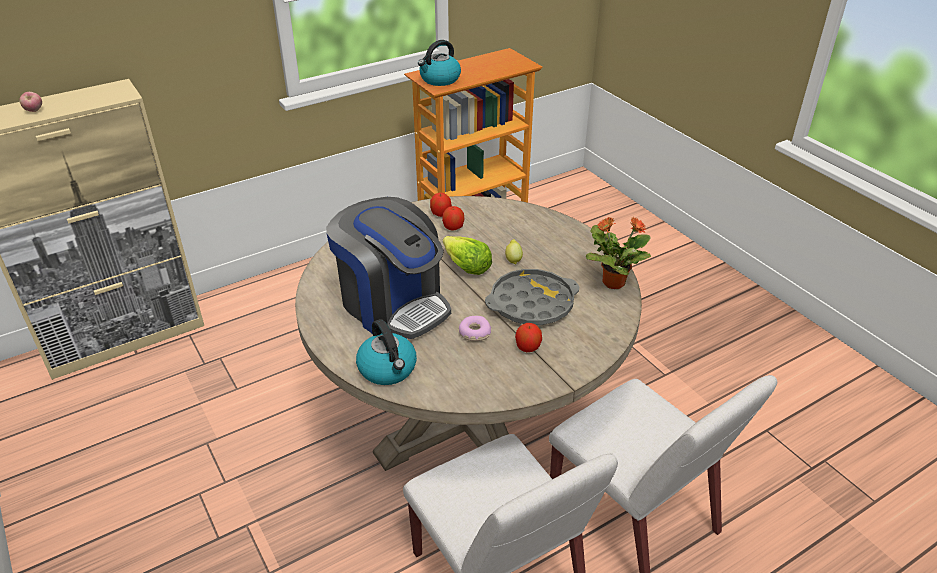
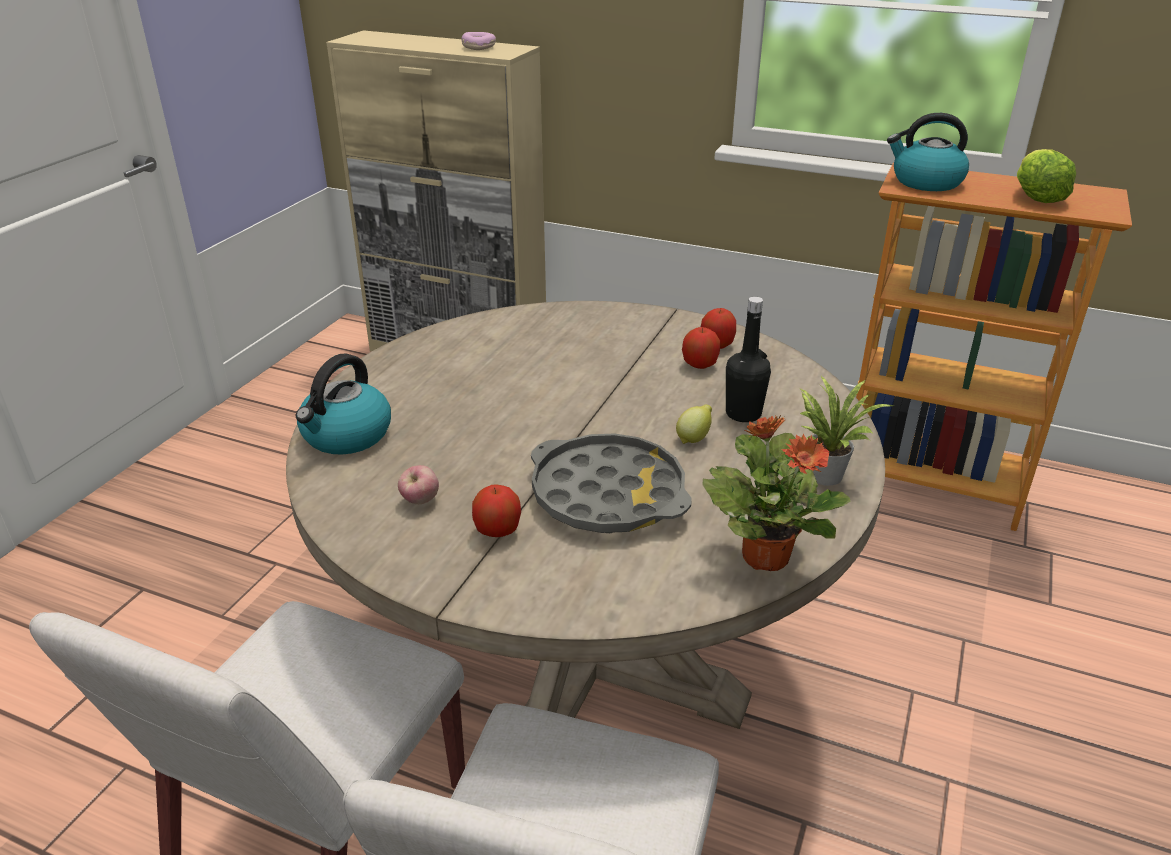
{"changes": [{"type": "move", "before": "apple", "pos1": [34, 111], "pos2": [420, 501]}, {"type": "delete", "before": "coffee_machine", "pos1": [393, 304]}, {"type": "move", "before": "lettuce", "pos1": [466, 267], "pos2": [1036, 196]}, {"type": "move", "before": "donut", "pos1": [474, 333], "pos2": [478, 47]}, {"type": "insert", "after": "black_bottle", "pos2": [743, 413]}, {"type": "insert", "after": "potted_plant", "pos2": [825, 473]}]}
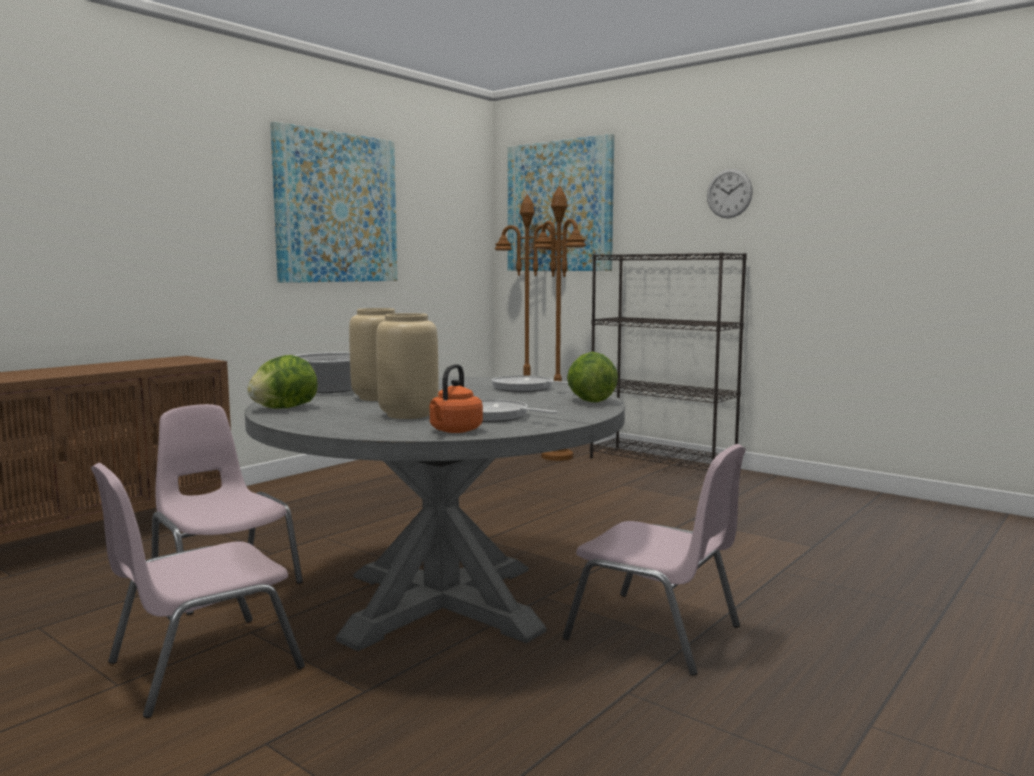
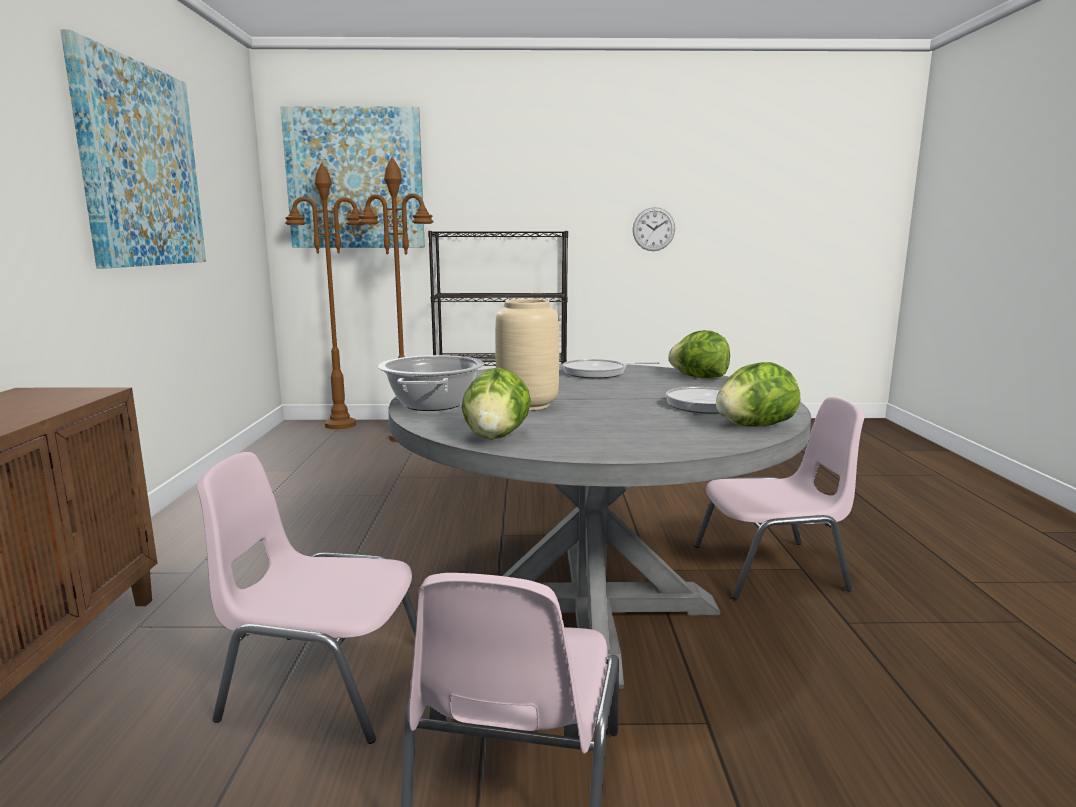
{"changes": [{"type": "delete", "before": "beige_vase", "pos1": [407, 415]}, {"type": "replace", "before": "orange_kettle", "after": "lettuce", "pos1": [454, 431], "pos2": [754, 426]}, {"type": "move", "before": "wall_clock", "pos1": [729, 193], "pos2": [653, 229]}]}
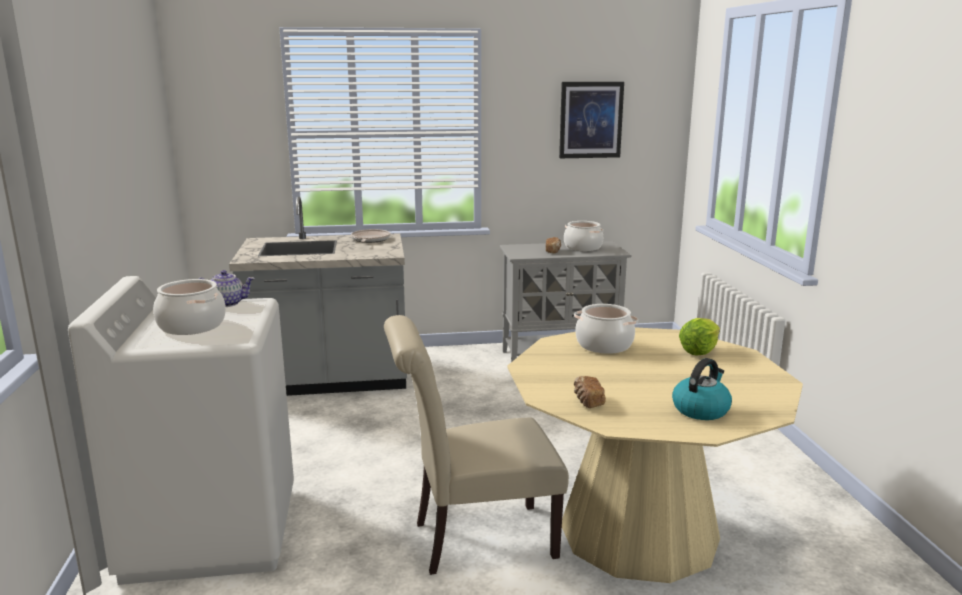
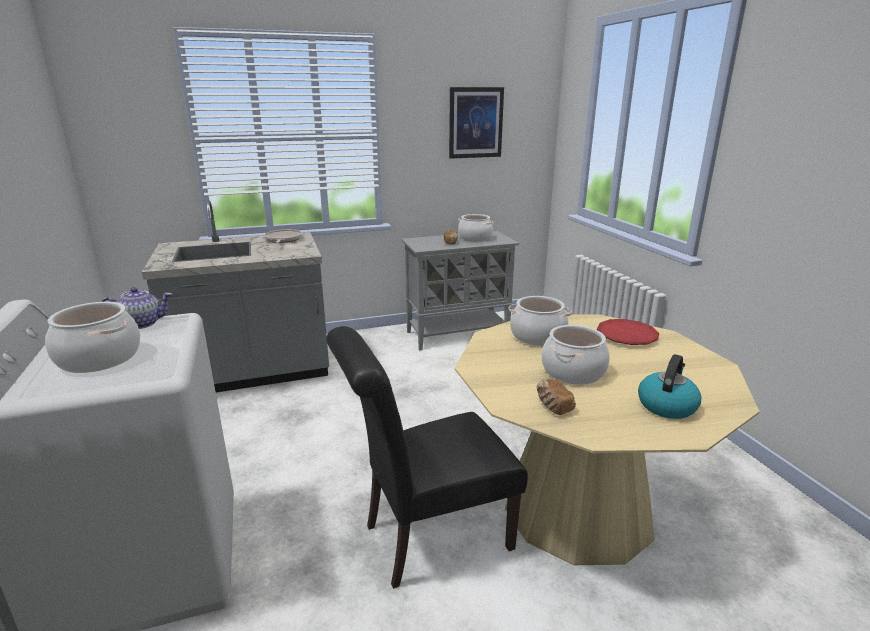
{"changes": [{"type": "recolor", "before": "beige_chair", "after": "black_chair", "pos1": [475, 540], "pos2": [428, 538]}, {"type": "replace", "before": "lettuce", "after": "red_plate", "pos1": [699, 351], "pos2": [626, 336]}, {"type": "insert", "after": "cooking_pot", "pos2": [573, 371]}]}
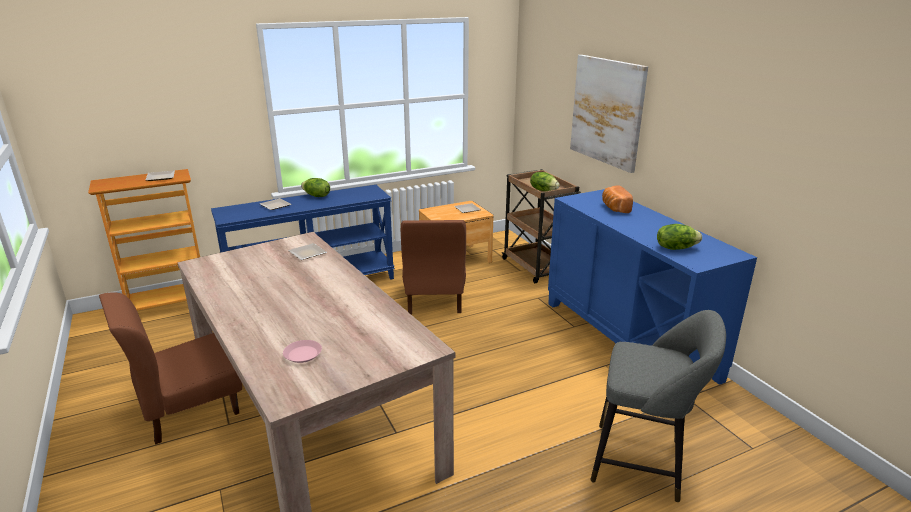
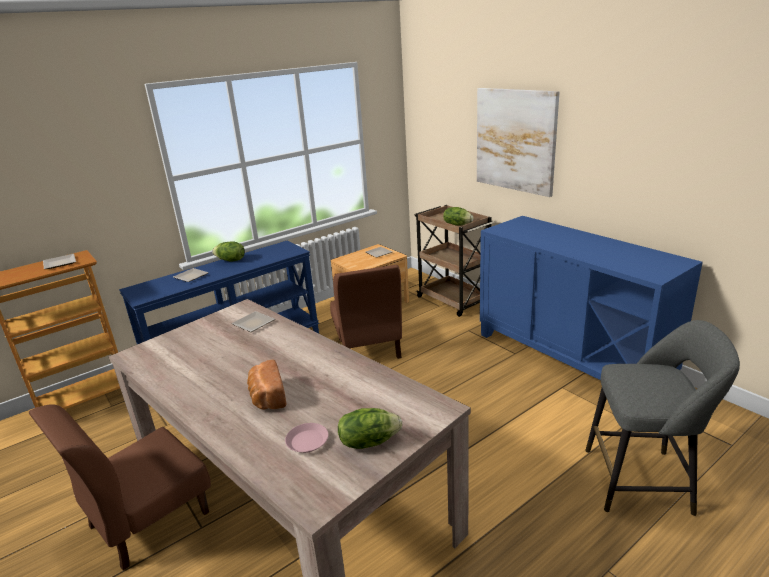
{"changes": [{"type": "move", "before": "bread", "pos1": [614, 208], "pos2": [267, 397]}, {"type": "move", "before": "lettuce", "pos1": [675, 248], "pos2": [368, 441]}]}
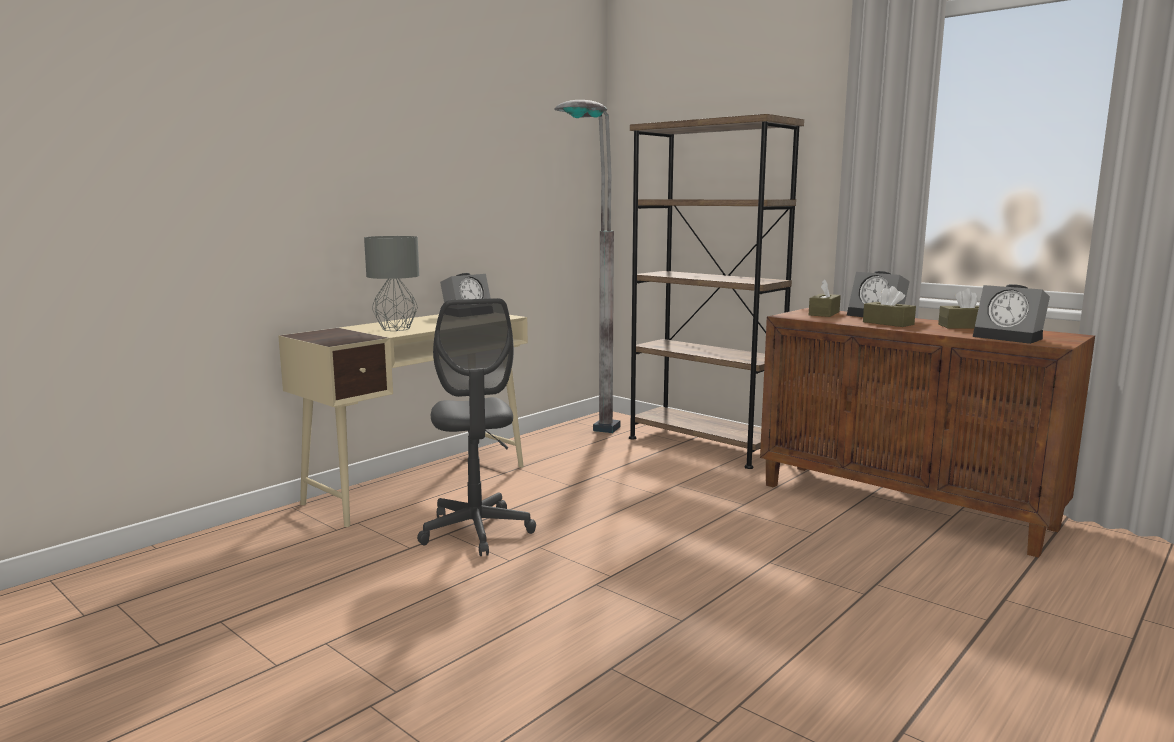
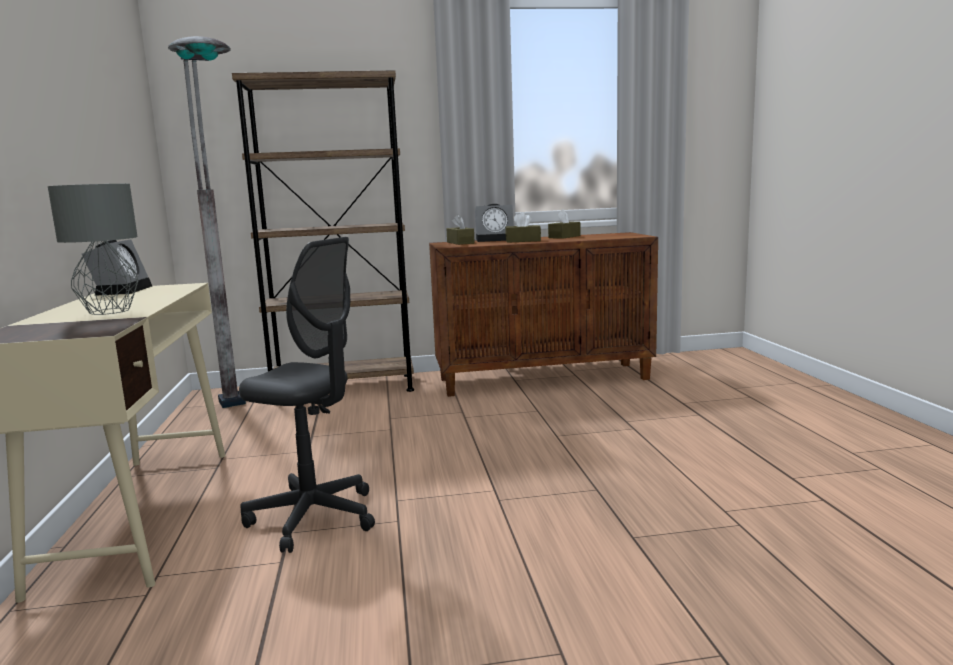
{"changes": [{"type": "delete", "before": "alarm_clock", "pos1": [1010, 337]}]}
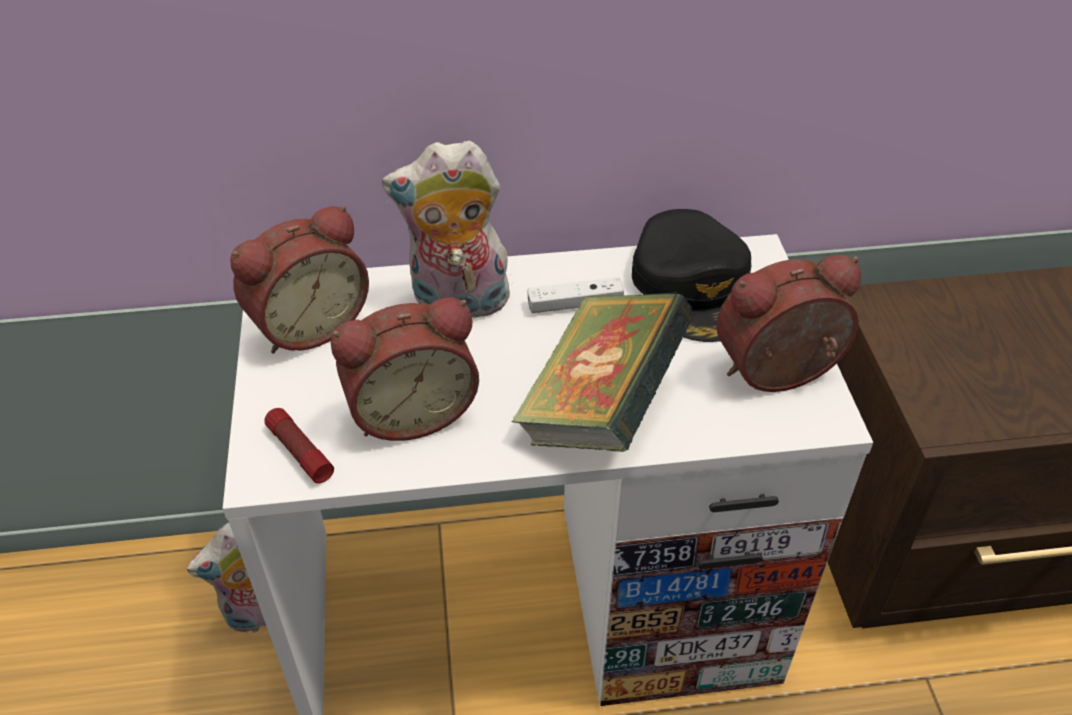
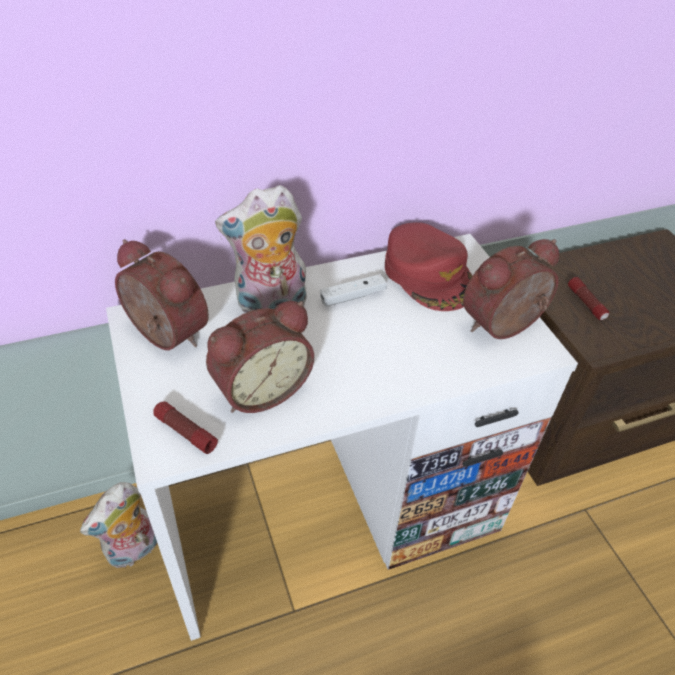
{"changes": [{"type": "rotate", "before": "alarm_clock", "pos1": [307, 324], "pos2": [163, 336], "turn": -90}, {"type": "delete", "before": "book", "pos1": [601, 408]}, {"type": "recolor", "before": "black_cap", "after": "red_cap", "pos1": [694, 286], "pos2": [429, 274]}, {"type": "insert", "after": "flashlight", "pos2": [586, 303]}]}
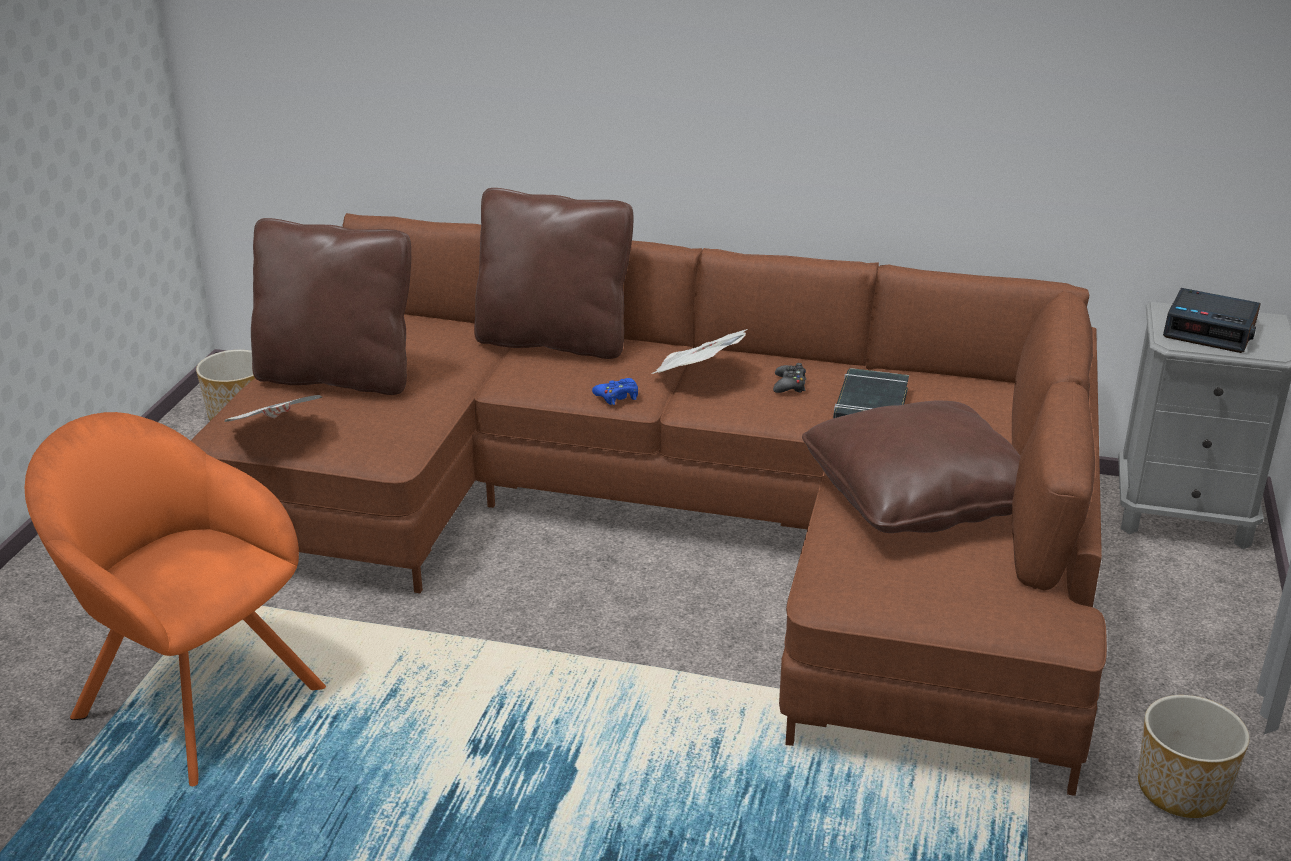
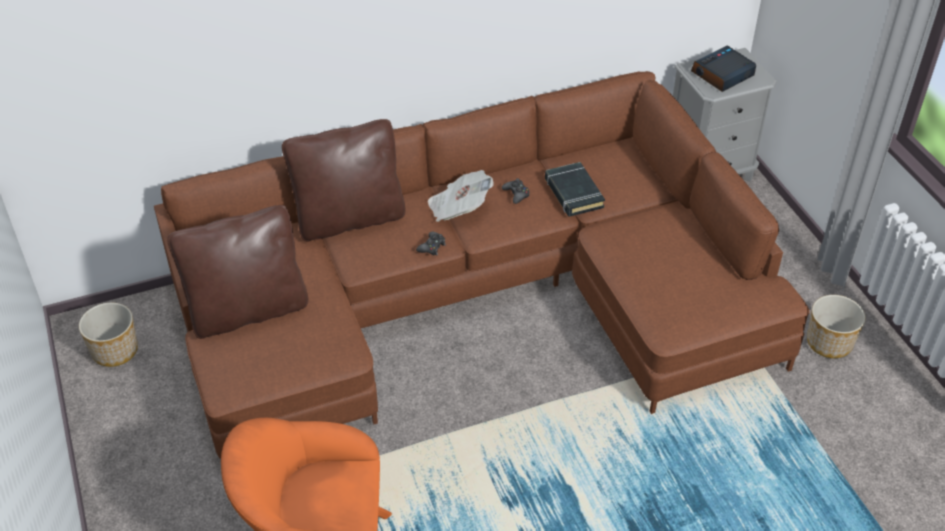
{"changes": [{"type": "delete", "before": "newspaper", "pos1": [276, 433]}, {"type": "recolor", "before": "blue_game_controller", "after": "black_game_controller", "pos1": [617, 396], "pos2": [432, 247]}, {"type": "delete", "before": "brown_pillow", "pos1": [918, 498]}, {"type": "rotate", "before": "alarm_clock", "pos1": [1210, 330], "pos2": [722, 75], "turn": 150}]}
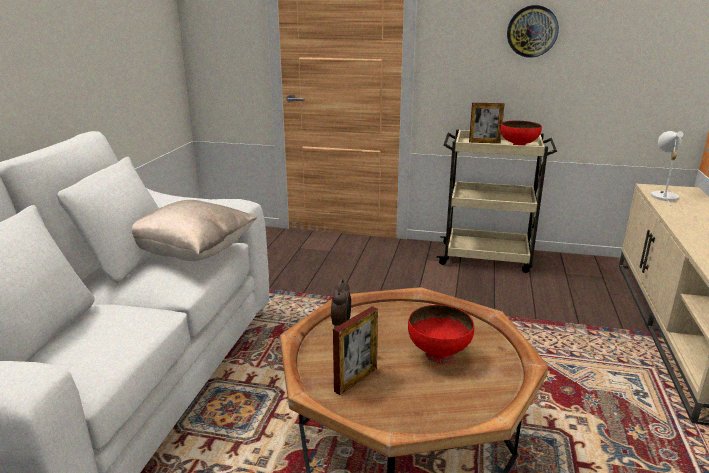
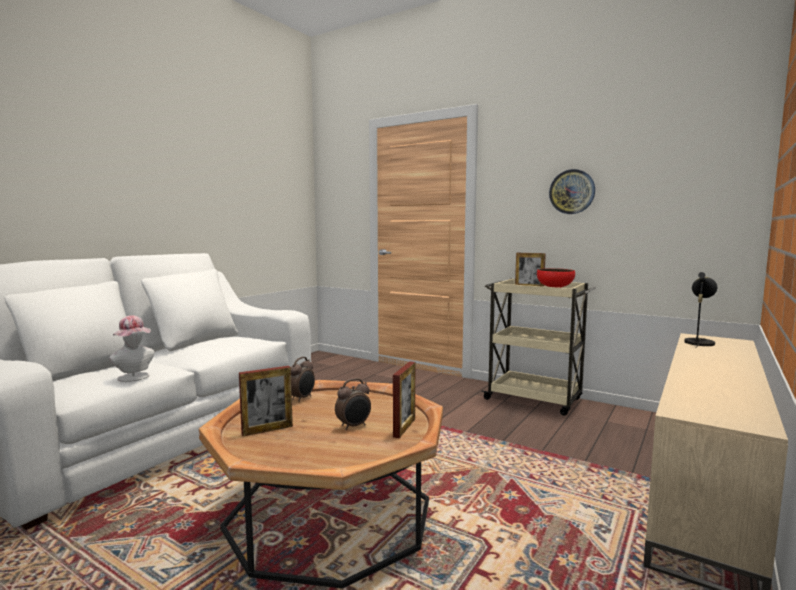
{"changes": [{"type": "delete", "before": "beige_pillow", "pos1": [192, 253]}, {"type": "replace", "before": "red_bowl", "after": "alarm_clock", "pos1": [438, 354], "pos2": [354, 426]}, {"type": "recolor", "before": "white_table_lamp", "after": "black_table_lamp", "pos1": [662, 195], "pos2": [698, 342]}, {"type": "insert", "after": "hat", "pos2": [135, 378]}, {"type": "insert", "after": "picture_frame", "pos2": [404, 427]}]}
